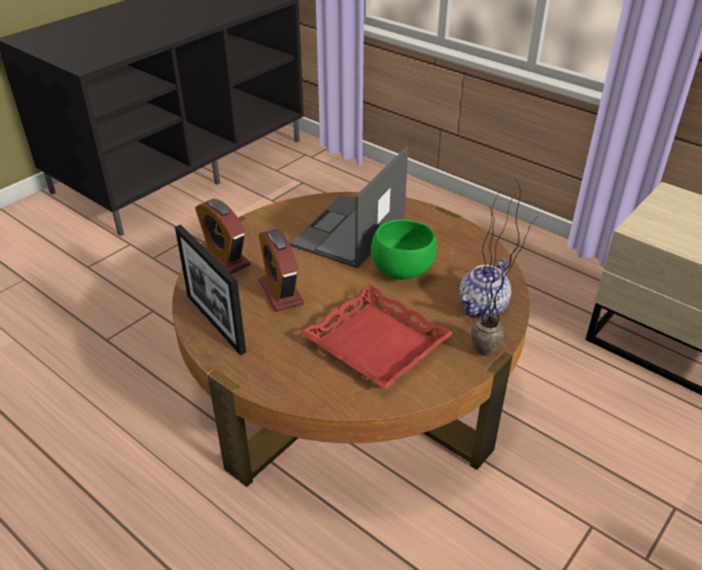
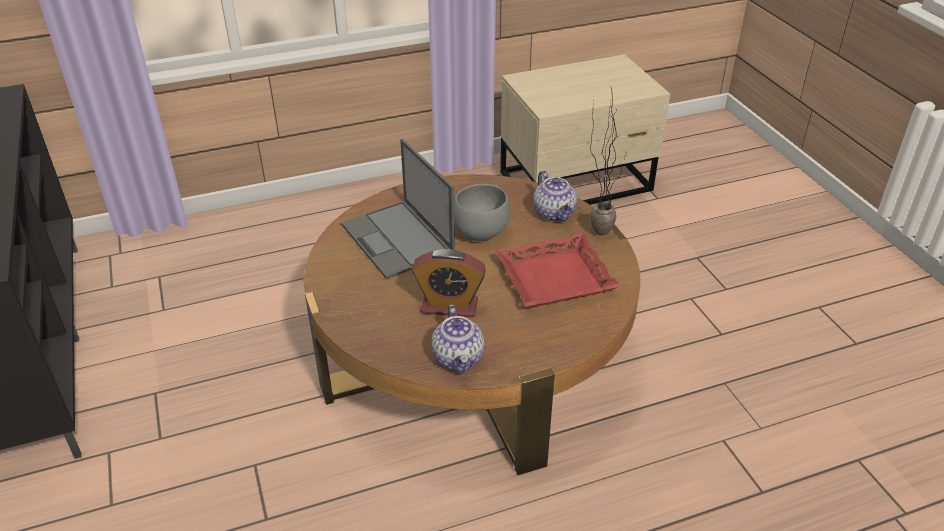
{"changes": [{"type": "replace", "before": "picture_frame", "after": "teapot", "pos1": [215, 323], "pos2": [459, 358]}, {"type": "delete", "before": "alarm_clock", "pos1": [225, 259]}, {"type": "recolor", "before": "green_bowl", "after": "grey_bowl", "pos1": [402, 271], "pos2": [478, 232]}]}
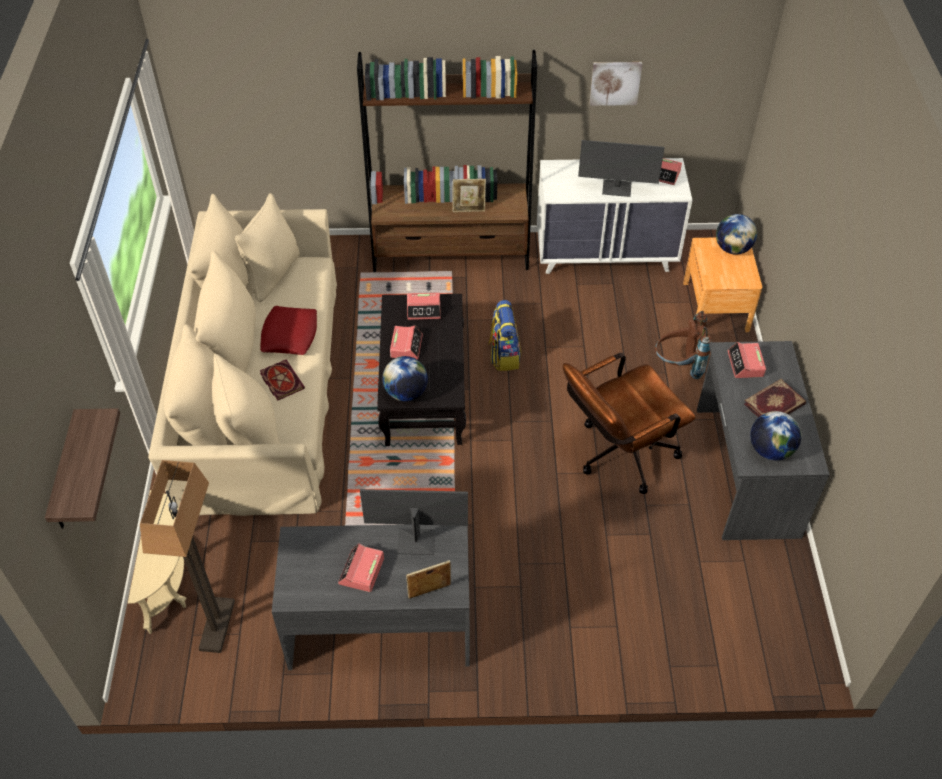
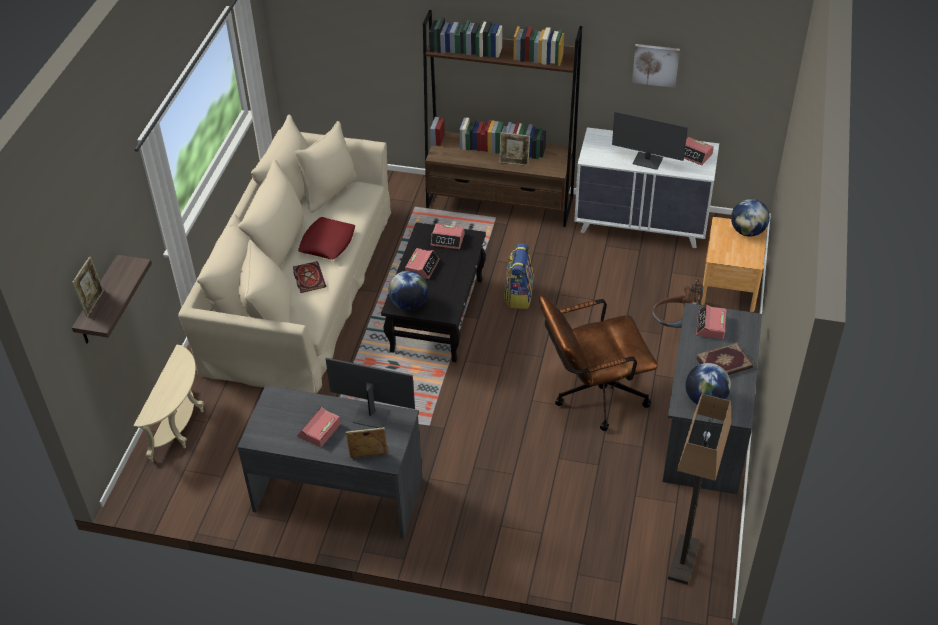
{"changes": [{"type": "move", "before": "floor_lamp", "pos1": [217, 626], "pos2": [683, 560]}, {"type": "insert", "after": "picture_frame", "pos2": [93, 302]}]}
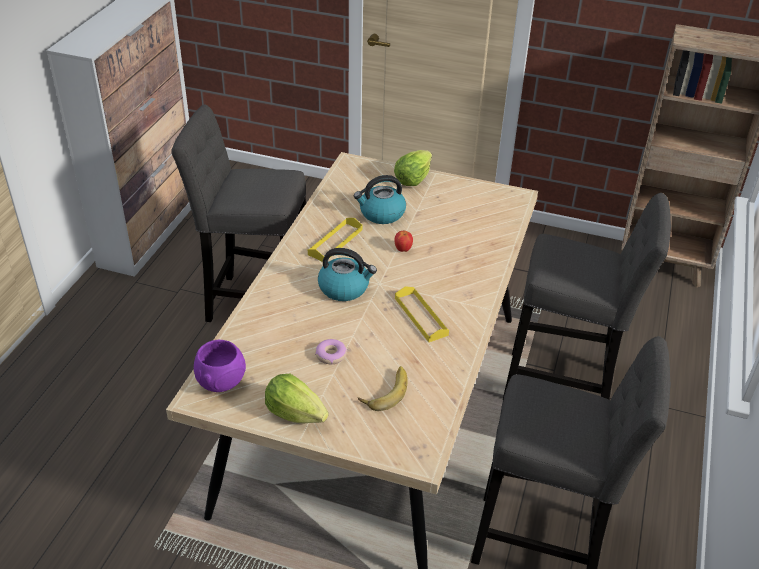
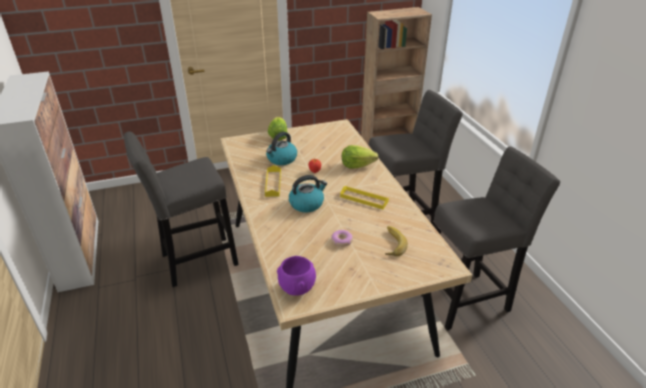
{"changes": [{"type": "move", "before": "lettuce", "pos1": [295, 413], "pos2": [357, 165]}]}
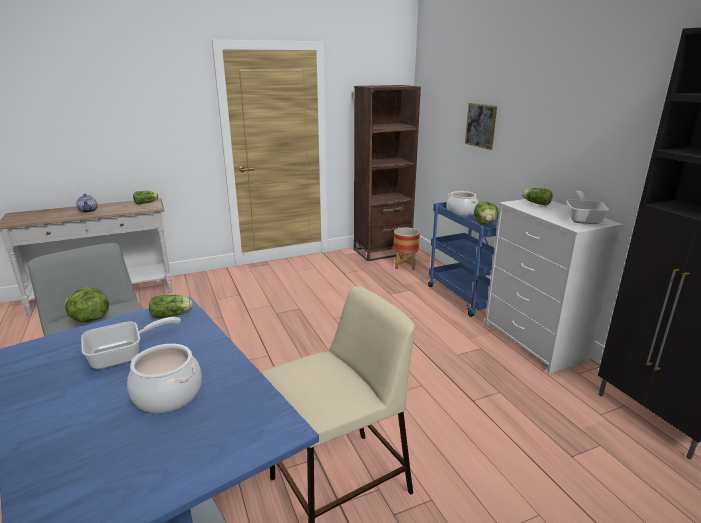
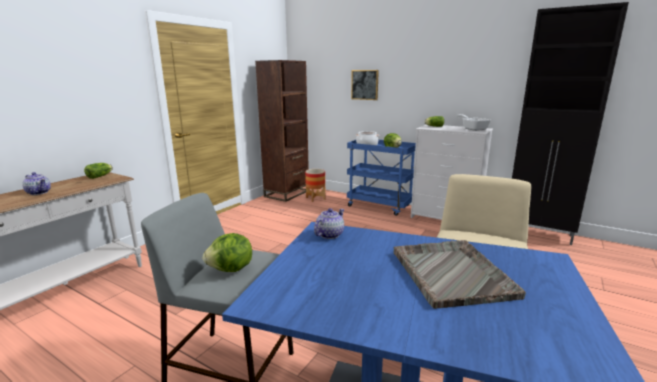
{"changes": [{"type": "delete", "before": "frying_pan", "pos1": [124, 356]}, {"type": "replace", "before": "cooking_pot", "after": "grey_tray", "pos1": [168, 394], "pos2": [450, 272]}, {"type": "replace", "before": "lettuce", "after": "teapot", "pos1": [172, 315], "pos2": [329, 234]}]}
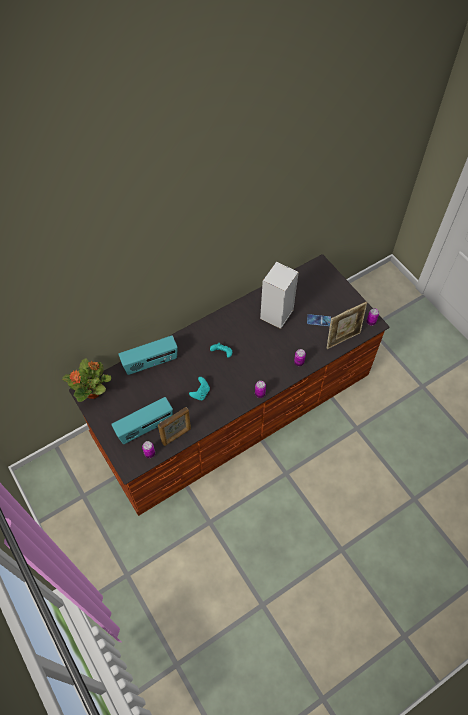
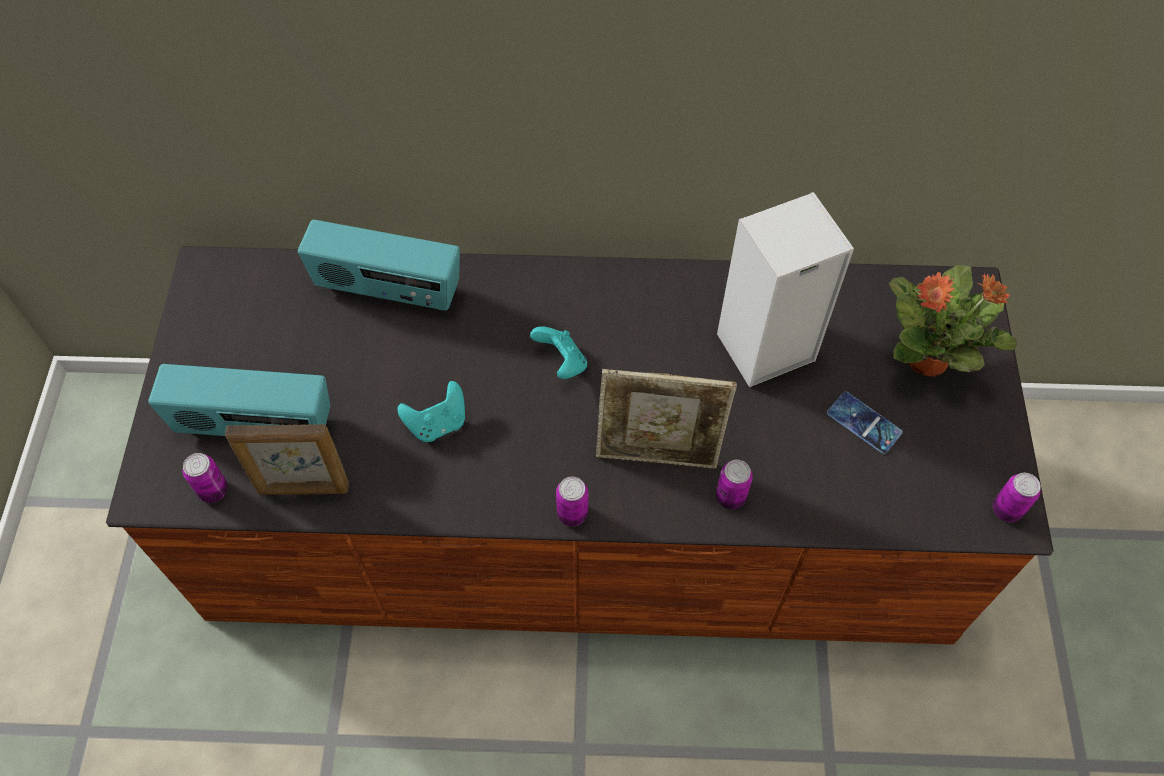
{"changes": [{"type": "move", "before": "potted_plant", "pos1": [93, 392], "pos2": [929, 360]}, {"type": "move", "before": "picture_frame", "pos1": [343, 339], "pos2": [657, 456]}]}
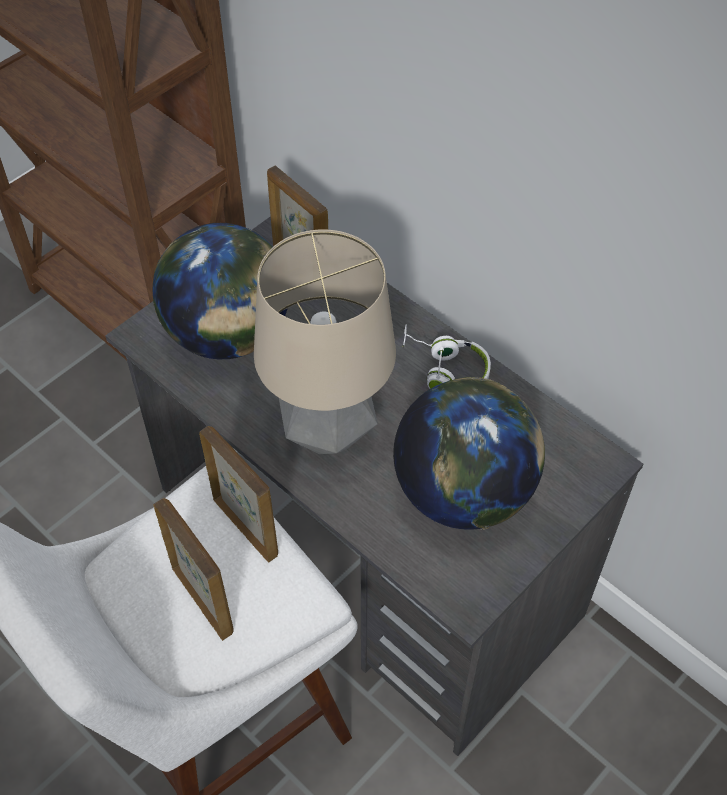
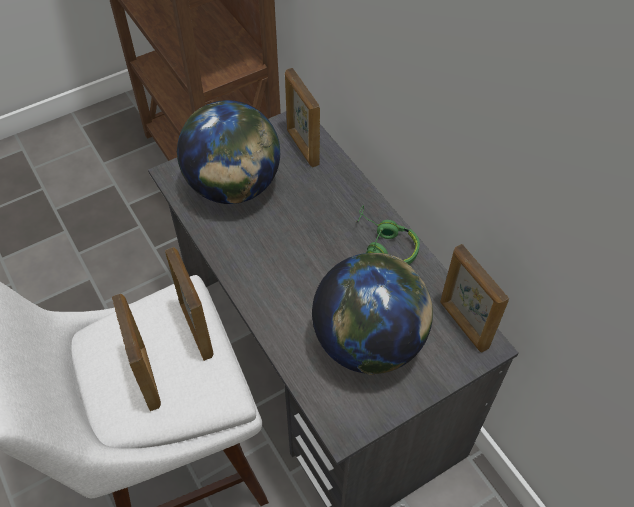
{"changes": [{"type": "delete", "before": "table_lamp", "pos1": [329, 432]}, {"type": "recolor", "before": "white_headphones", "after": "green_headphones", "pos1": [444, 369], "pos2": [384, 245]}, {"type": "insert", "after": "picture_frame", "pos2": [463, 325]}]}
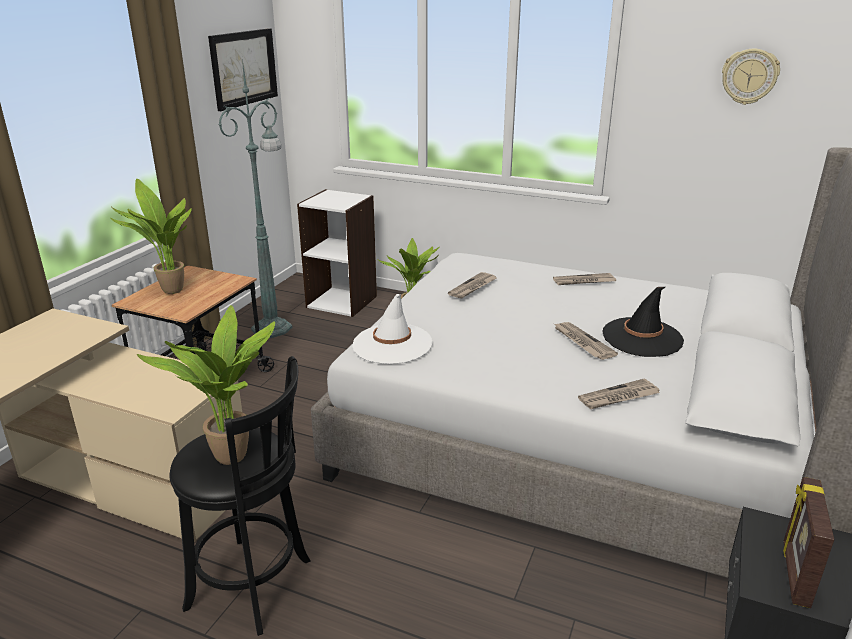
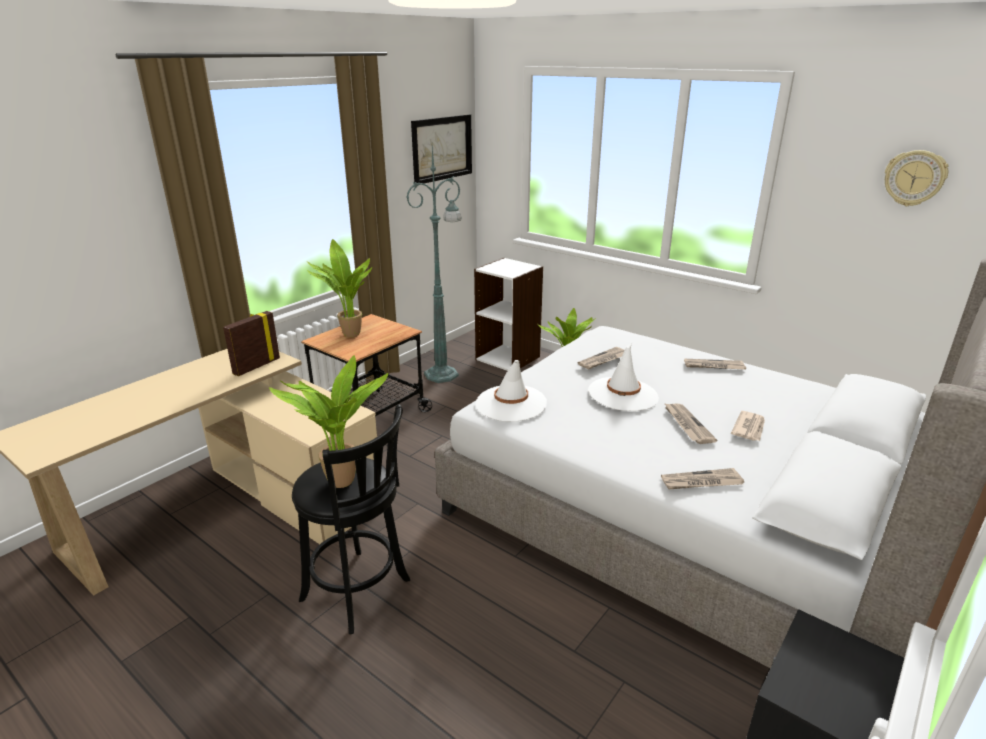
{"changes": [{"type": "replace", "before": "black_hat", "after": "newspaper", "pos1": [642, 337], "pos2": [749, 428]}, {"type": "move", "before": "picture_frame", "pos1": [794, 574], "pos2": [256, 366]}, {"type": "insert", "after": "white_hat", "pos2": [623, 394]}]}
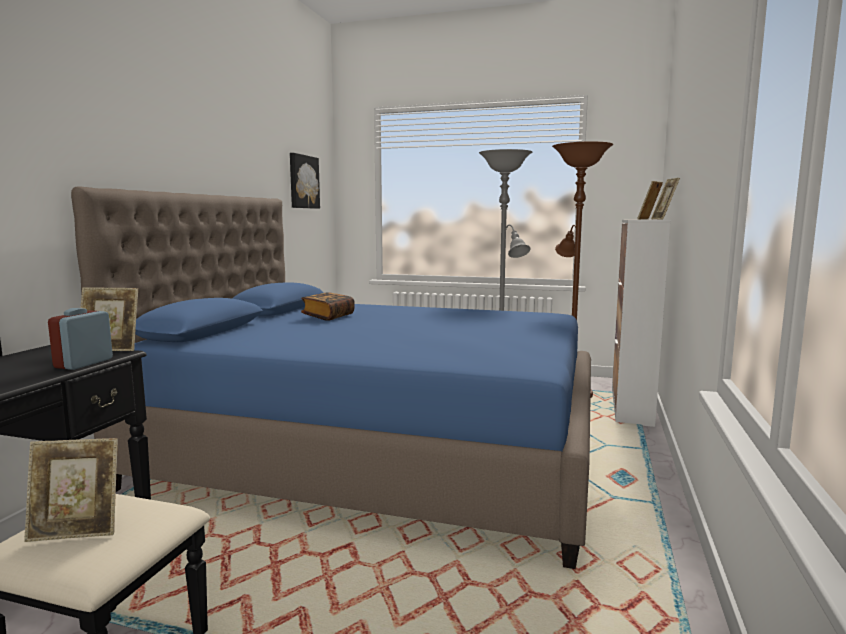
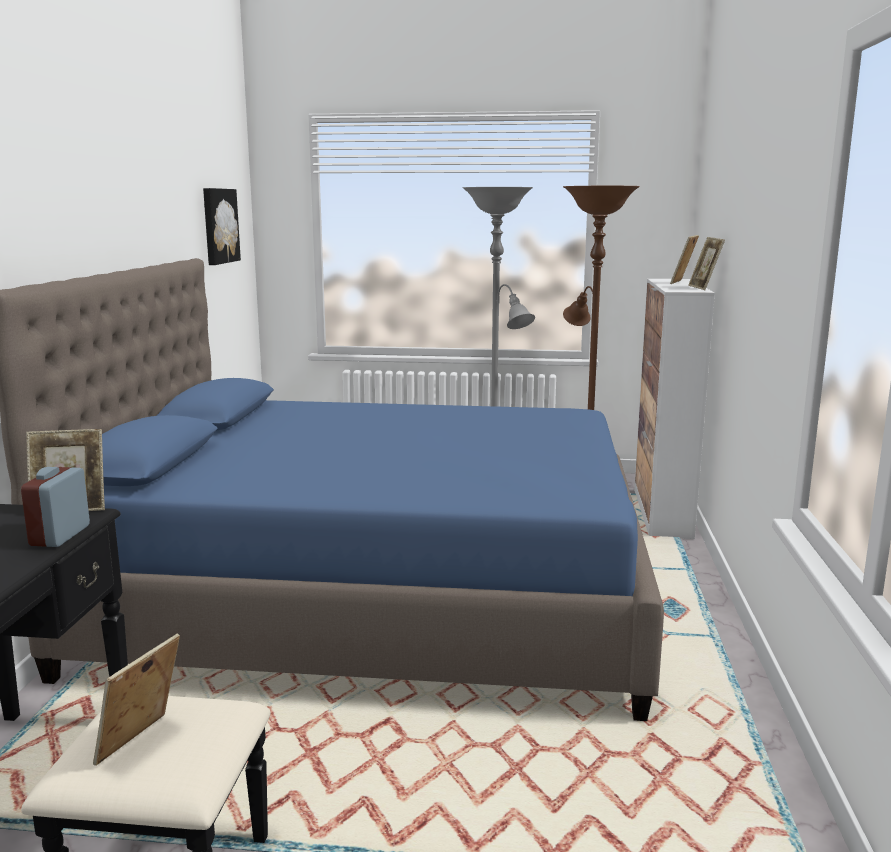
{"changes": [{"type": "rotate", "before": "picture_frame", "pos1": [77, 530], "pos2": [142, 744], "turn": 135}, {"type": "delete", "before": "book", "pos1": [328, 316]}]}
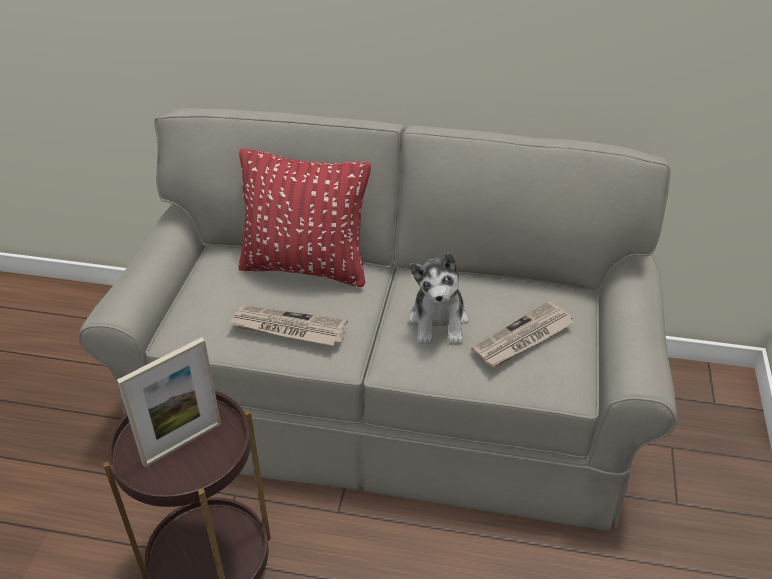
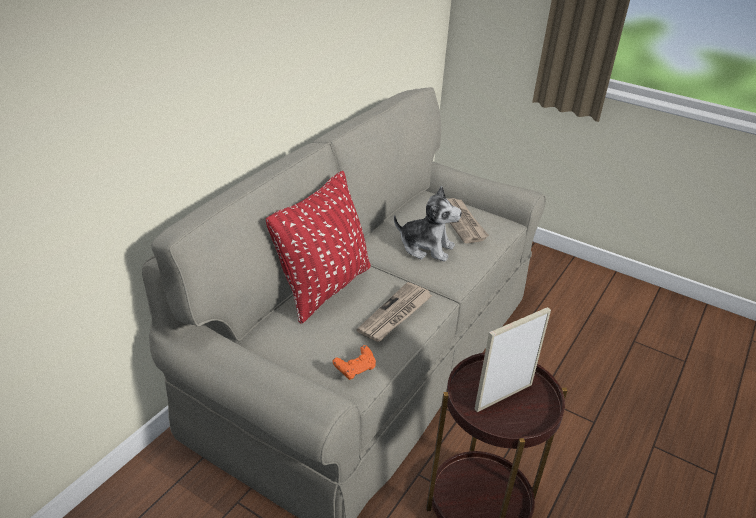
{"changes": [{"type": "rotate", "before": "picture_frame", "pos1": [182, 443], "pos2": [503, 396], "turn": -105}, {"type": "insert", "after": "orange_game_controller", "pos2": [355, 369]}]}
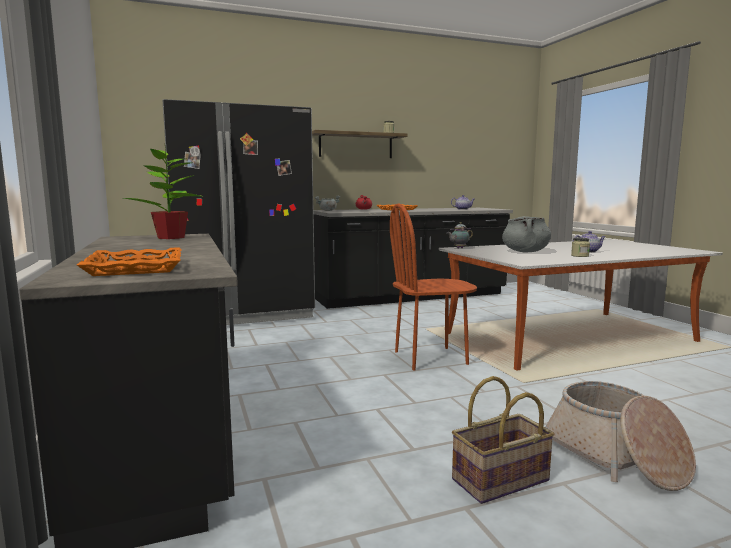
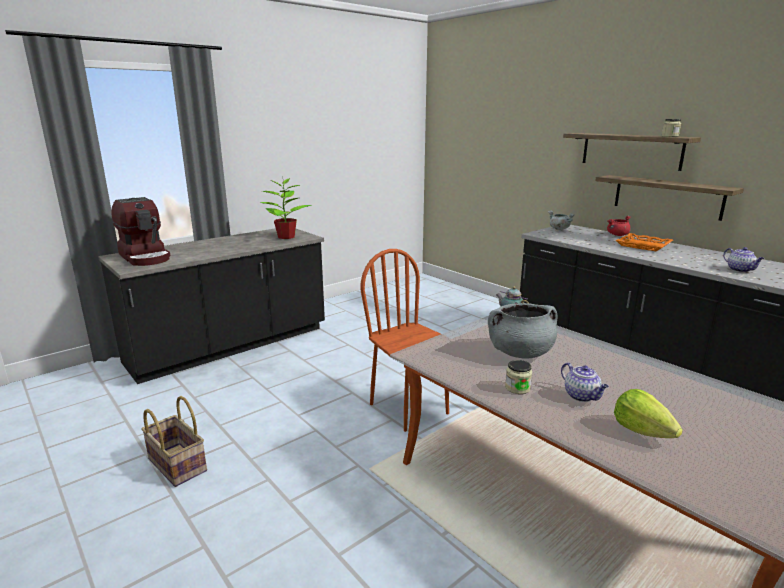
{"changes": [{"type": "replace", "before": "orange_tray", "after": "coffee_machine", "pos1": [134, 268], "pos2": [146, 257]}, {"type": "delete", "before": "black_fridge", "pos1": [243, 313]}, {"type": "delete", "before": "basket", "pos1": [615, 457]}, {"type": "insert", "after": "shelf", "pos2": [667, 197]}, {"type": "insert", "after": "lettuce", "pos2": [642, 430]}]}
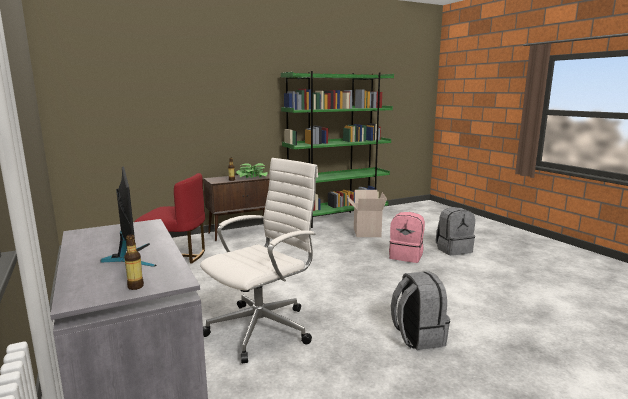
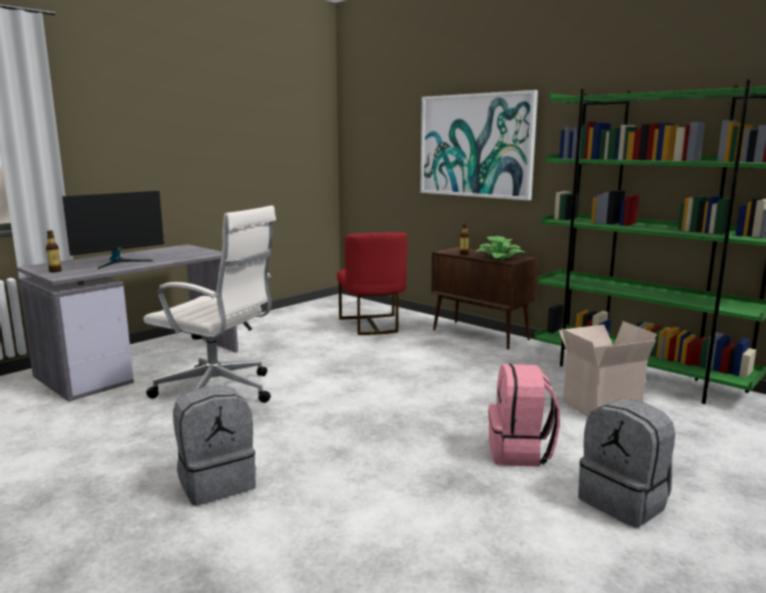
{"changes": [{"type": "insert", "after": "picture", "pos2": [476, 145]}]}
